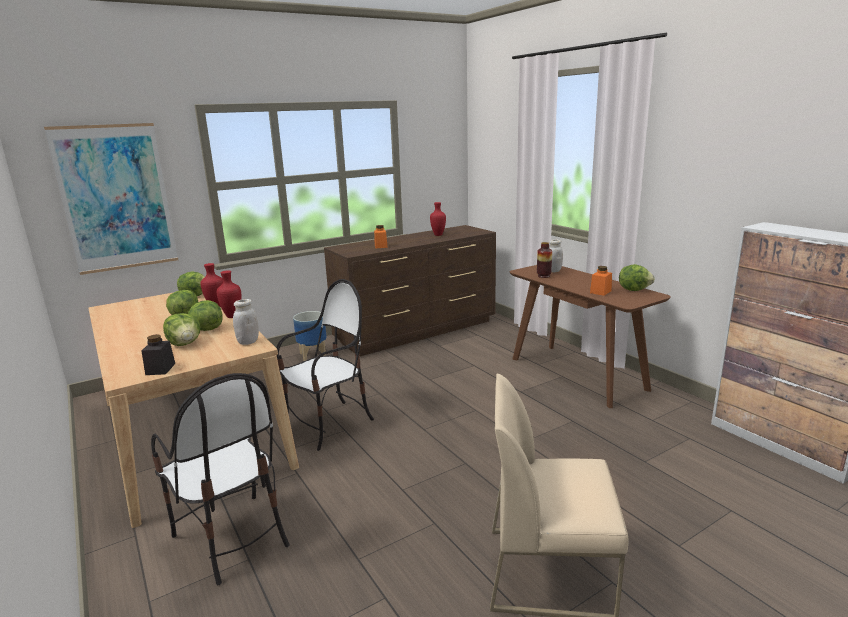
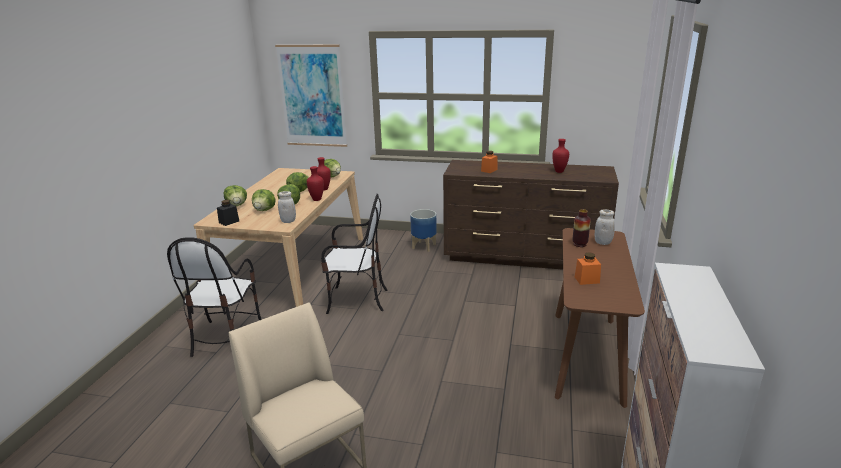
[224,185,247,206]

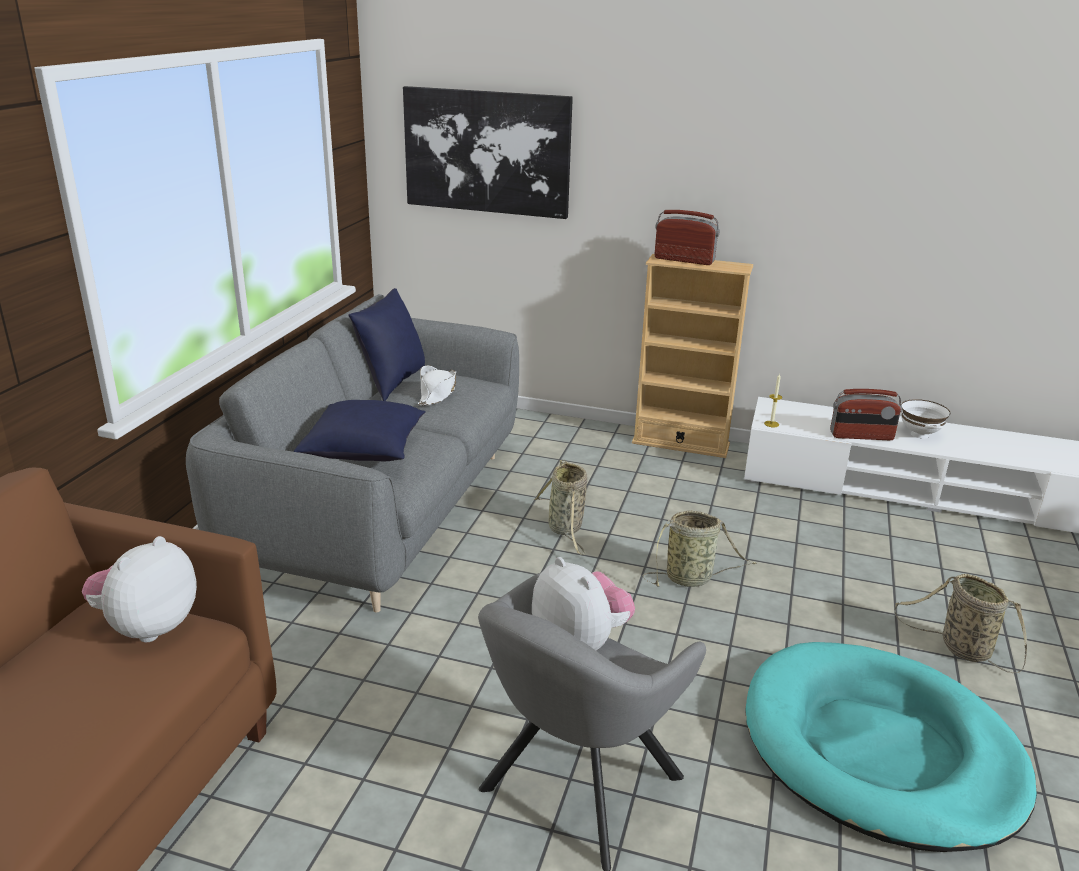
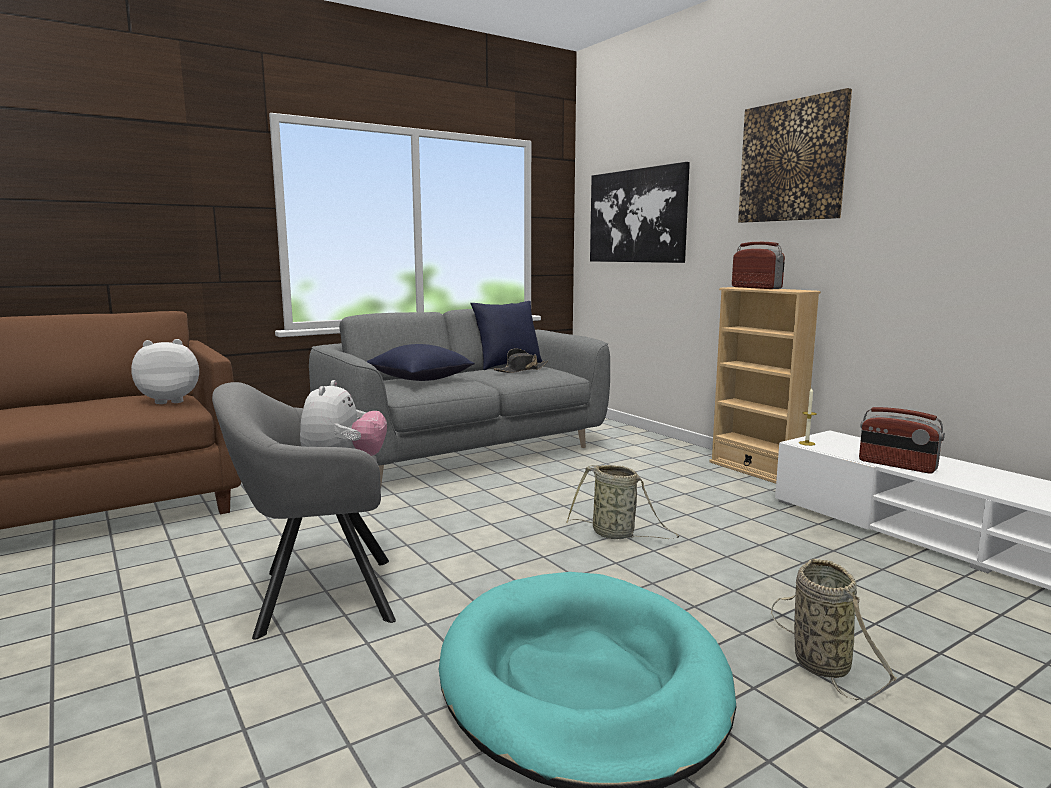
[494,348,548,373]
[534,460,588,555] (first image)
[901,399,950,439] (first image)
[738,88,852,223]

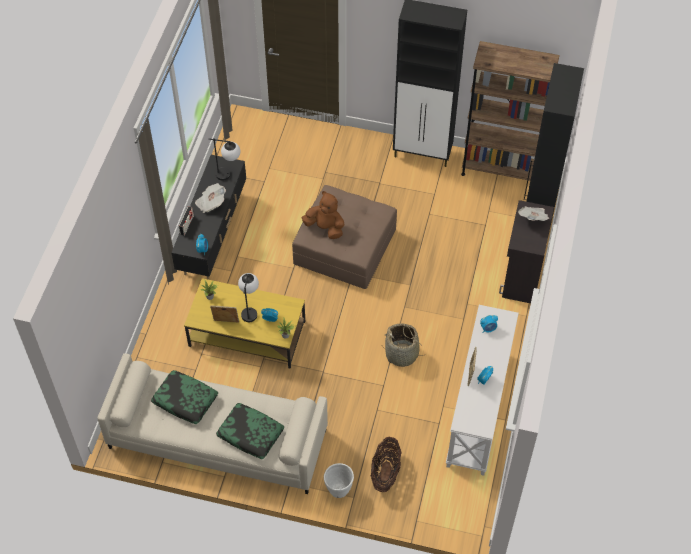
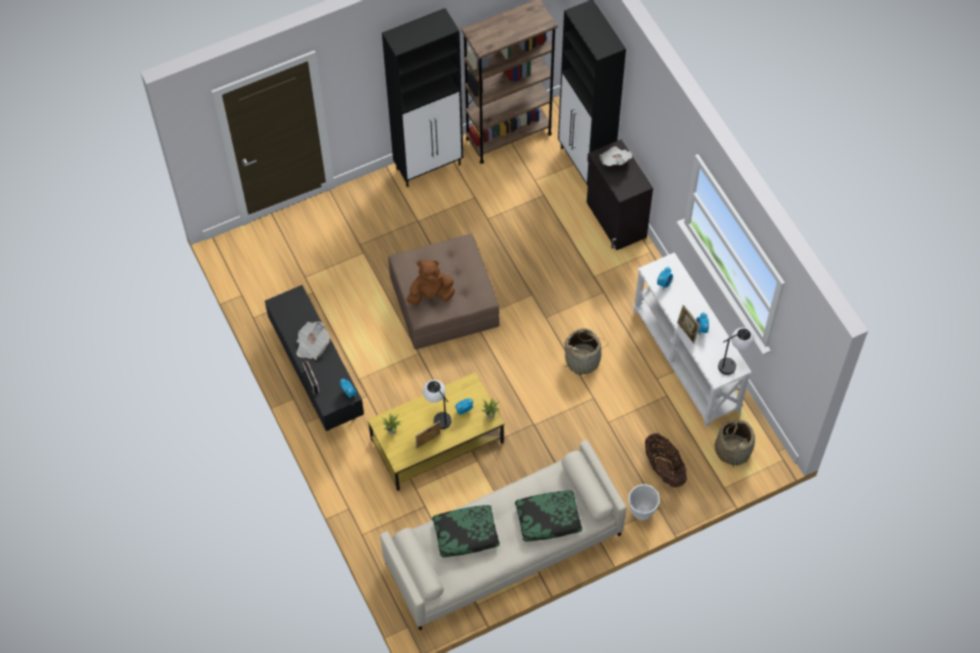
[718,327,754,375]
[714,418,755,468]

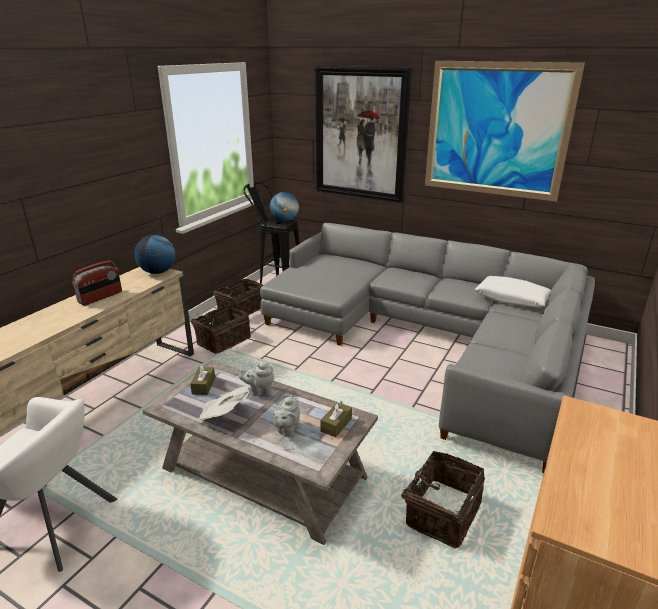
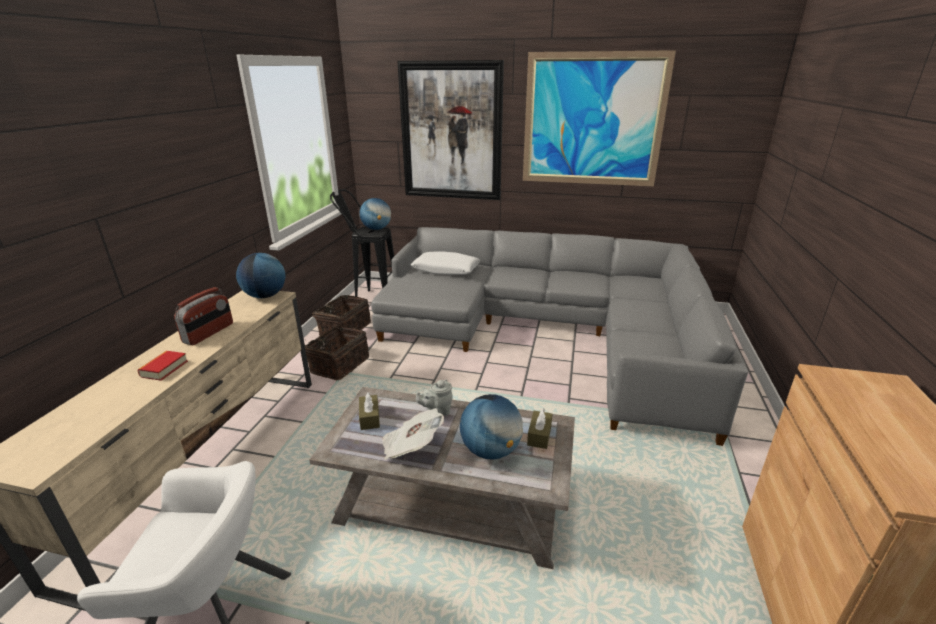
[460,394,523,460]
[401,451,485,548] (first image)
[411,251,480,275]
[137,351,188,381]

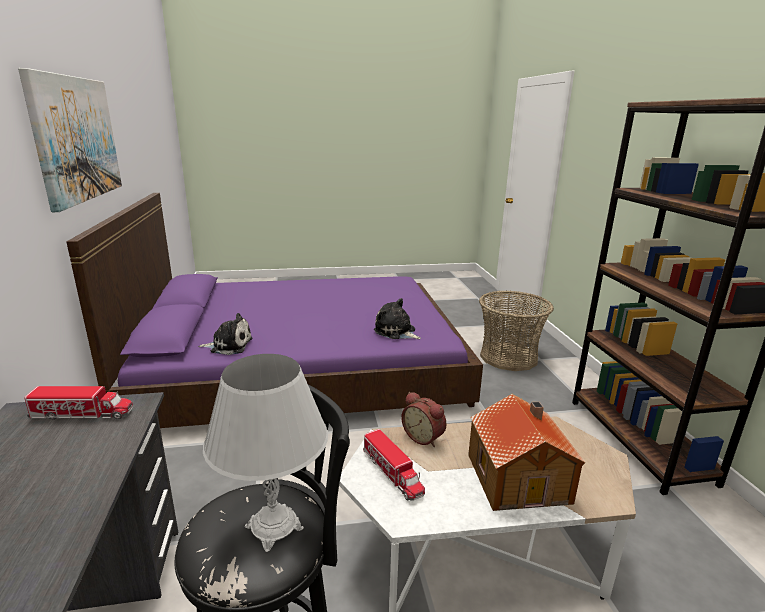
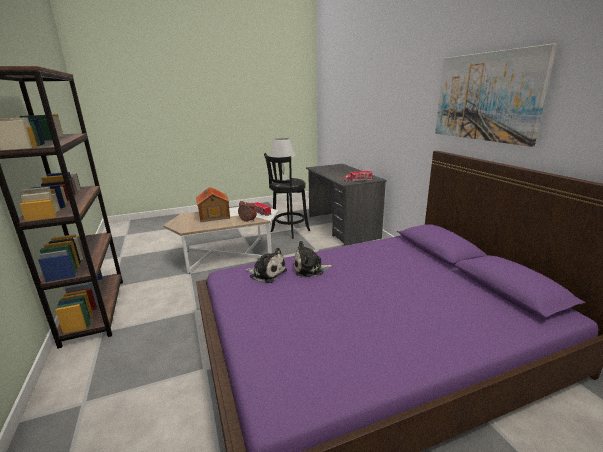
[293,241,333,277]
[479,290,554,371] (first image)

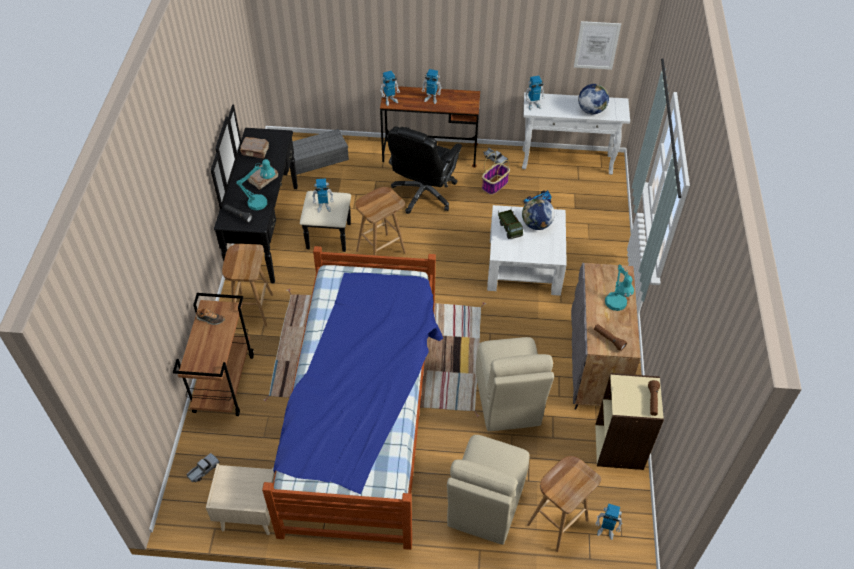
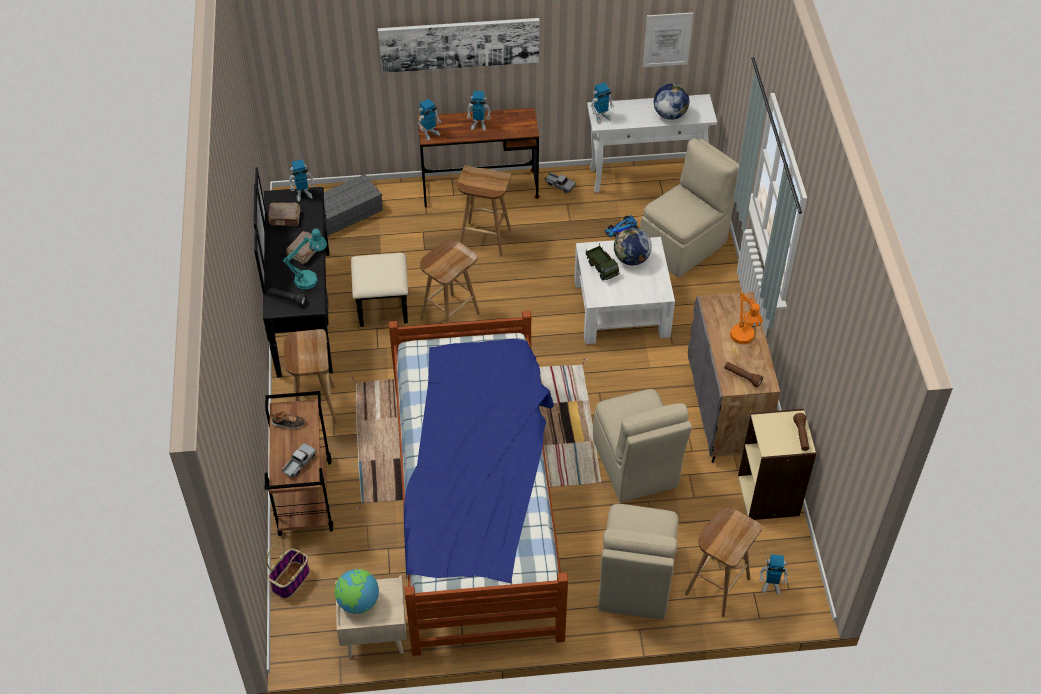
[282,443,316,477]
[289,159,315,202]
[457,165,511,257]
[266,540,310,599]
[730,292,763,344]
[334,569,379,614]
[378,18,539,73]
[640,138,739,277]

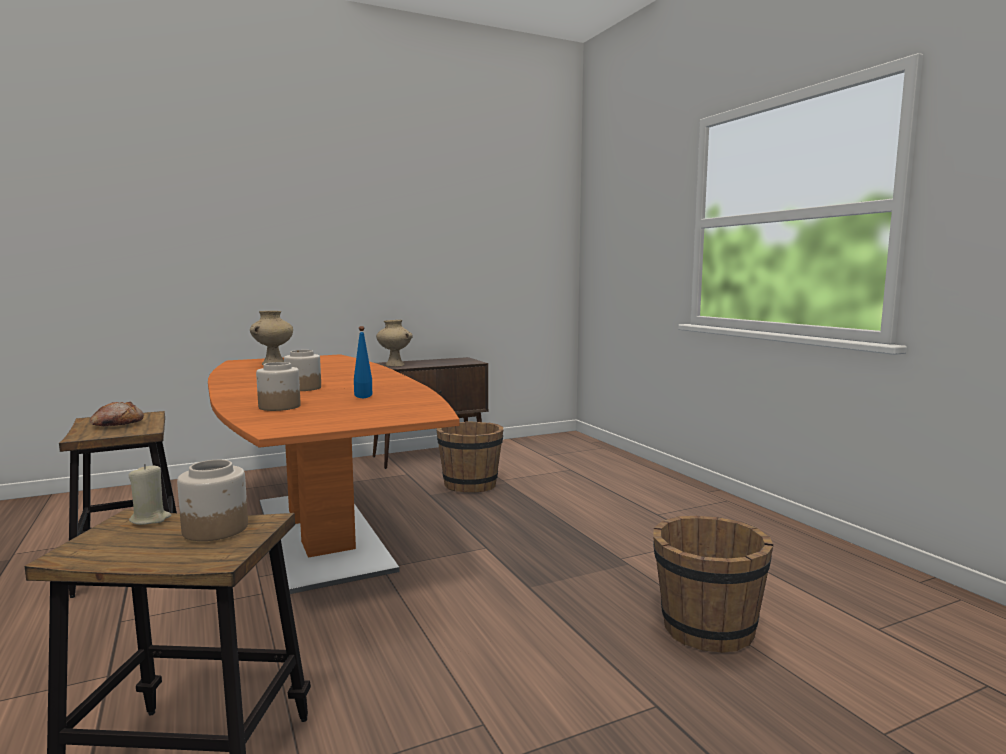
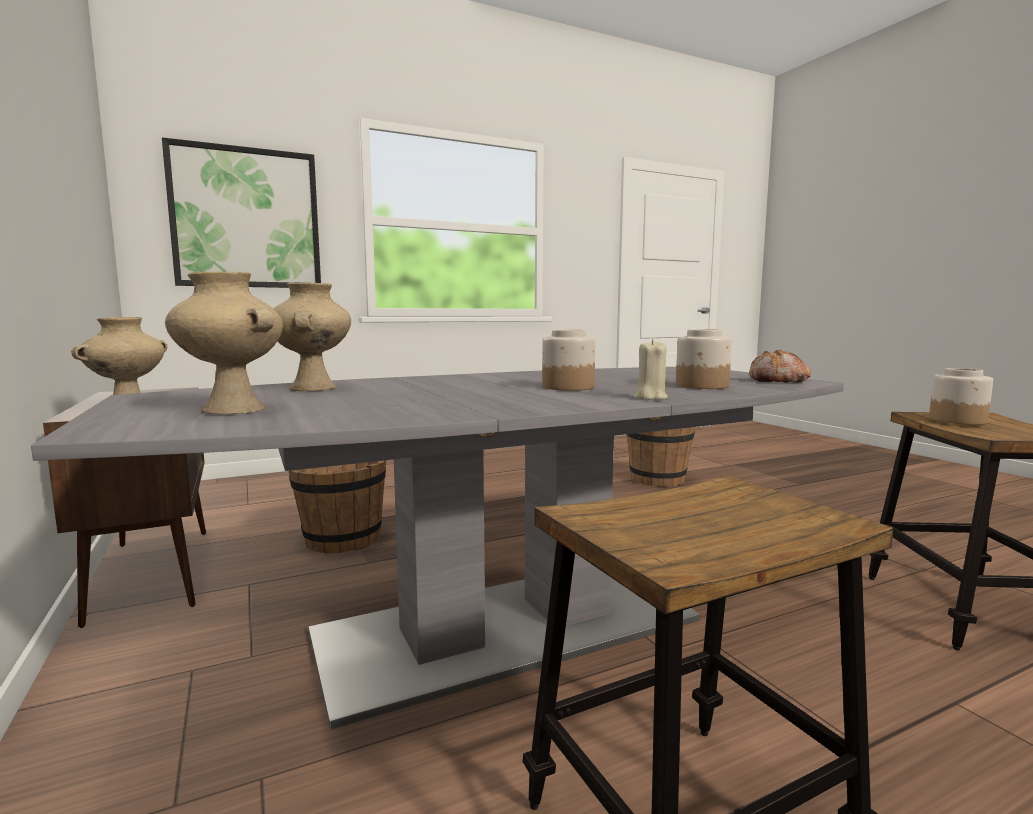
[749,349,811,383]
[634,339,668,400]
[31,367,844,730]
[354,326,372,398] (first image)
[162,137,321,288]
[273,283,351,391]

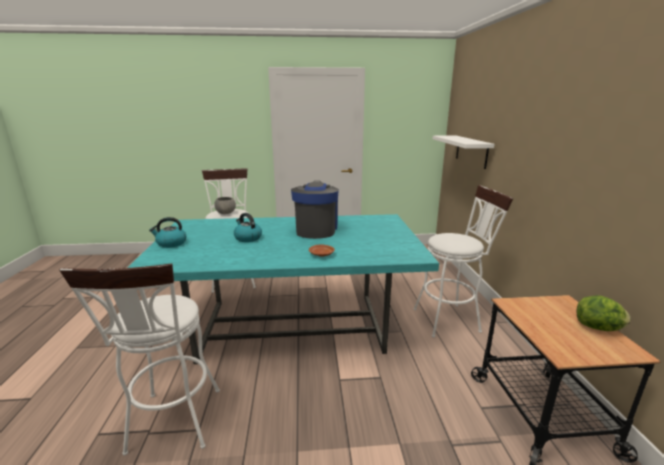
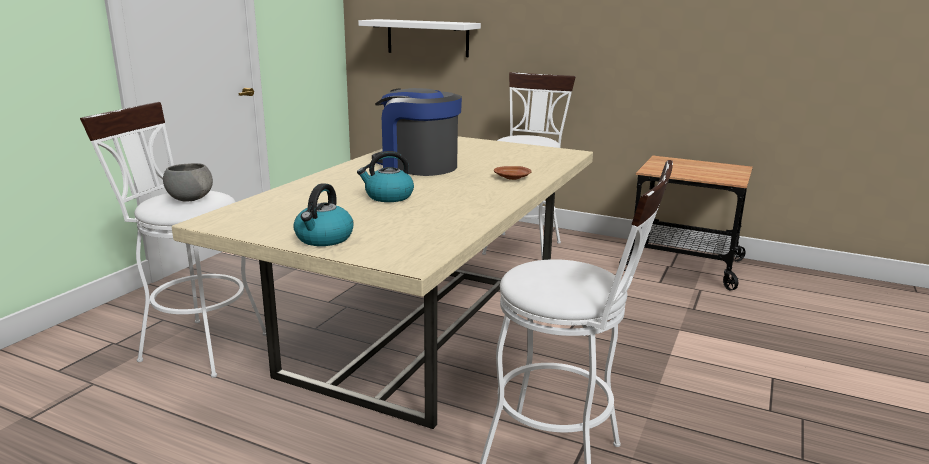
[172,136,593,429]
[577,295,631,331] (first image)

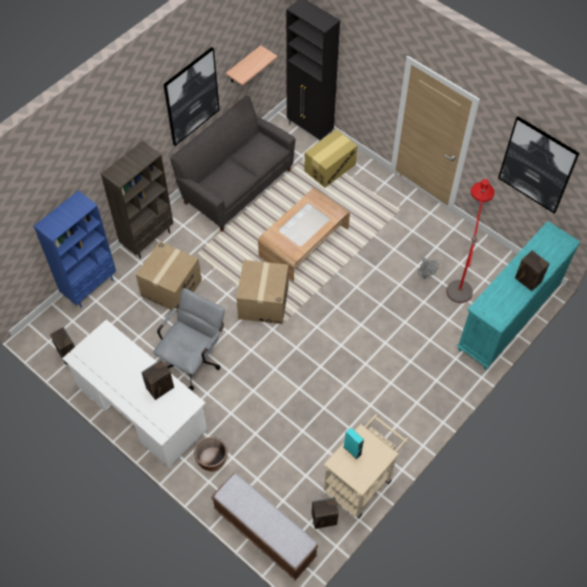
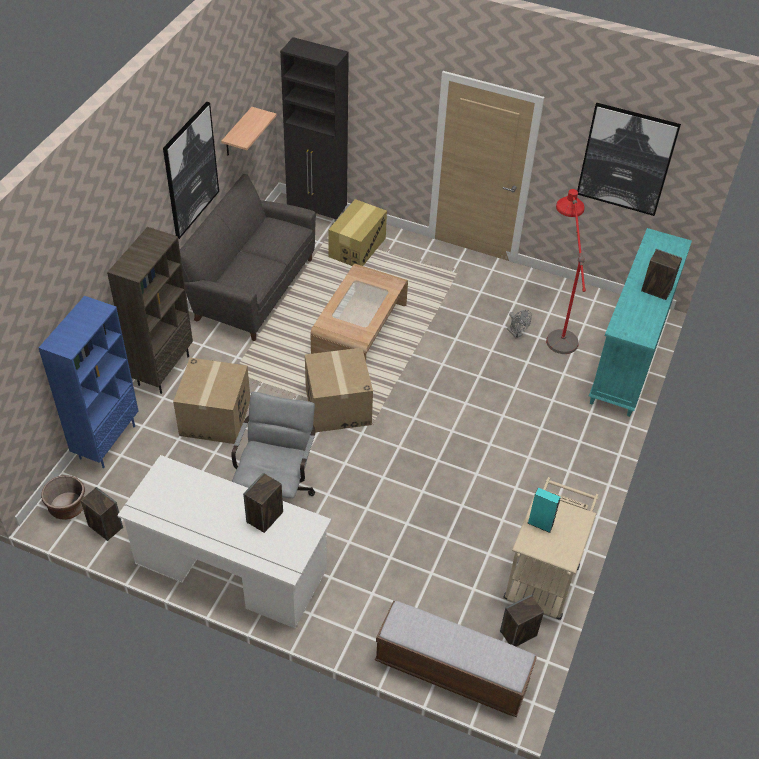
[41,475,85,520]

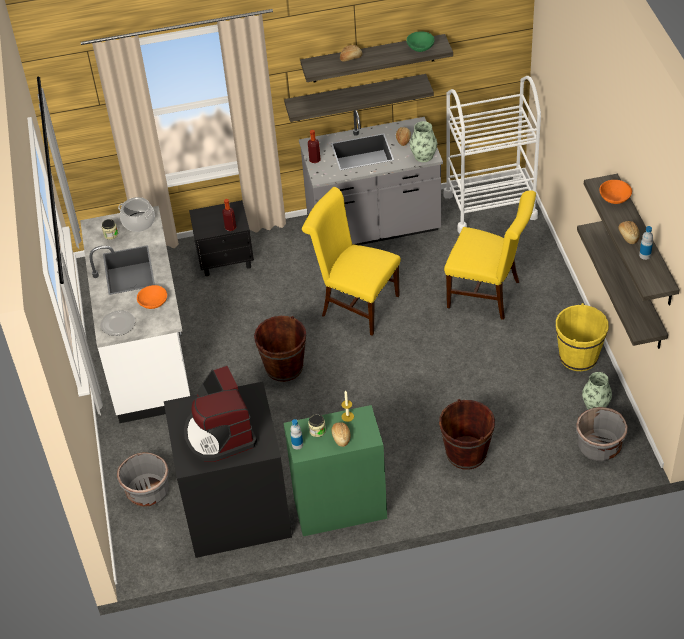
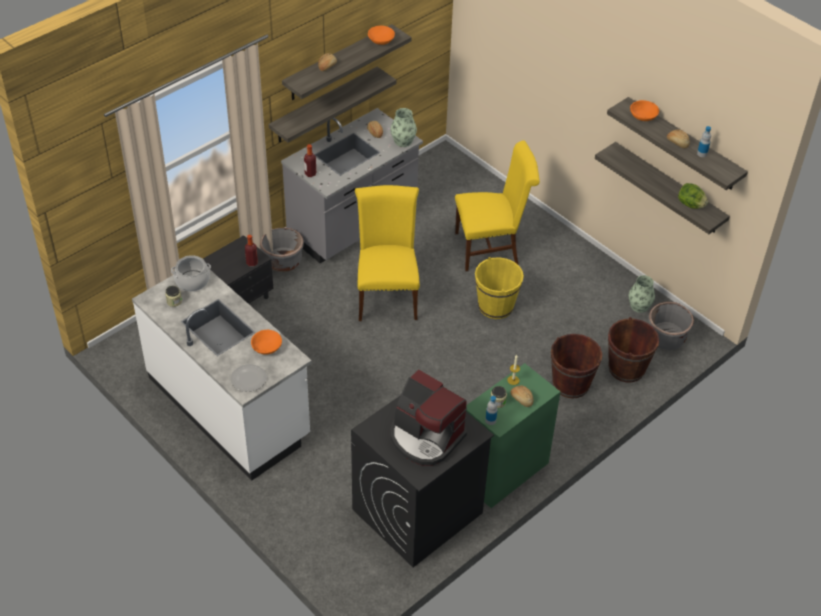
[260,228,304,272]
[608,317,659,382]
[355,185,420,321]
[368,26,395,45]
[443,76,541,233] (first image)
[475,257,524,319]
[678,183,708,209]

